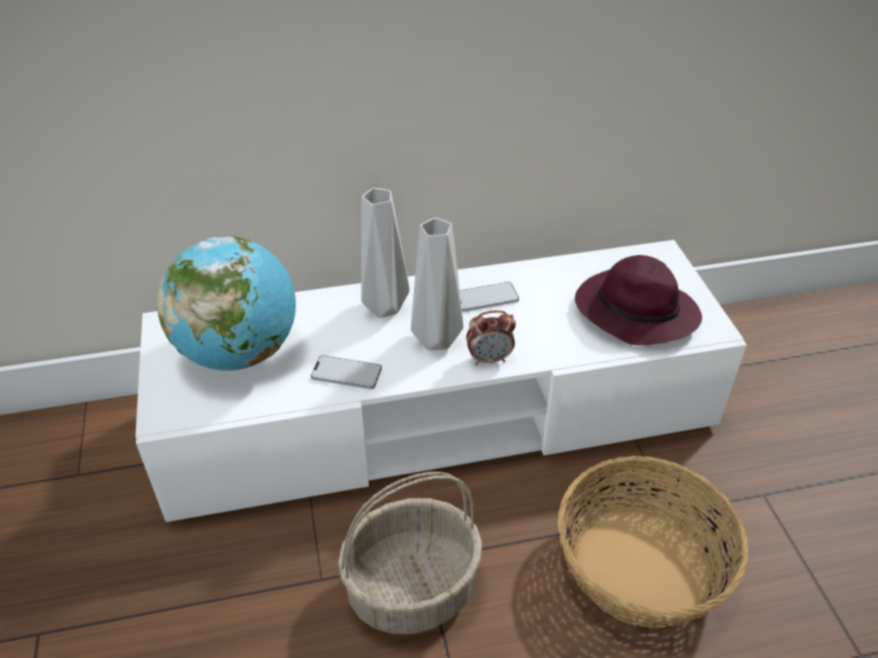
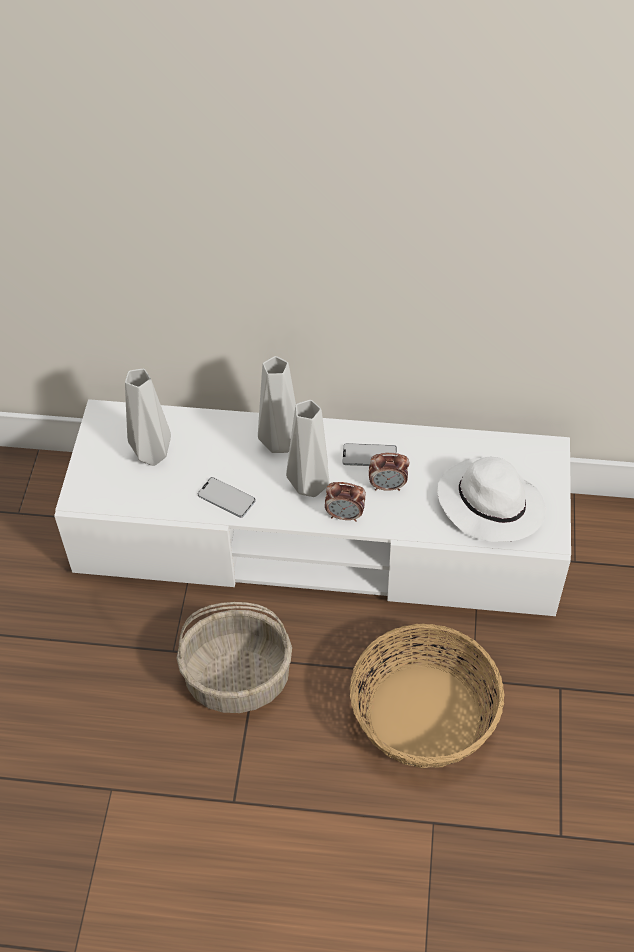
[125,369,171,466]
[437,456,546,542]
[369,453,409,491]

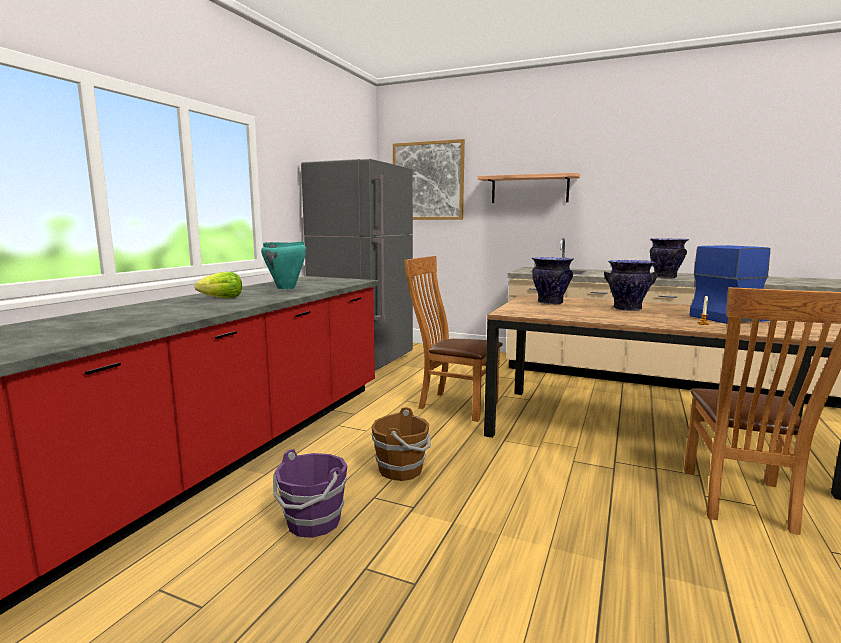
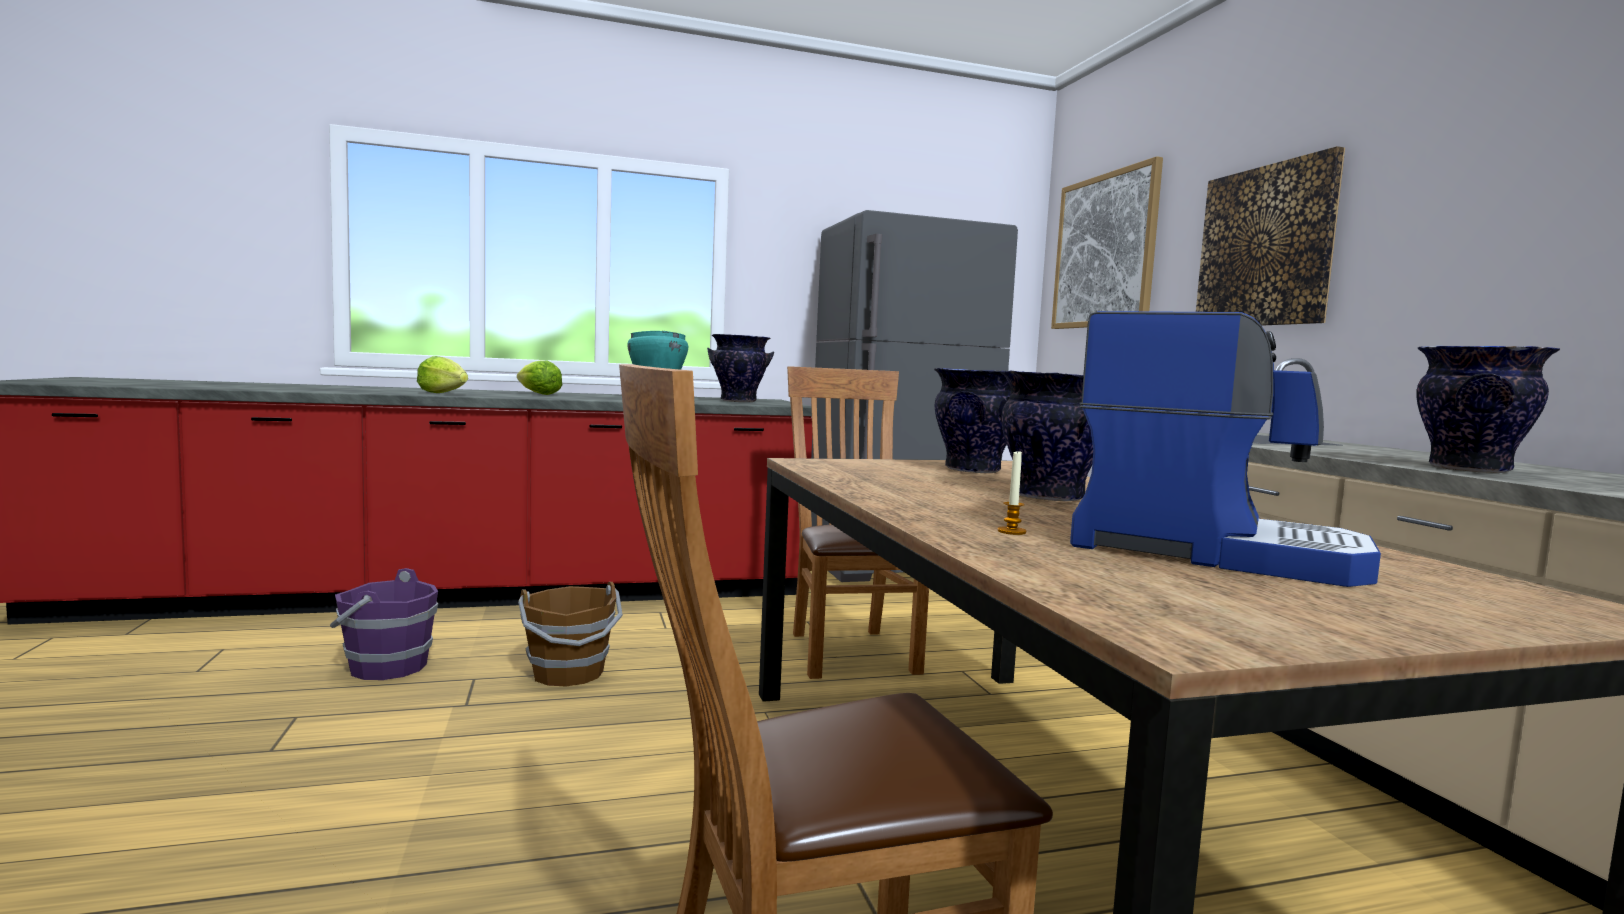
[1196,146,1345,326]
[417,356,468,393]
[707,334,774,402]

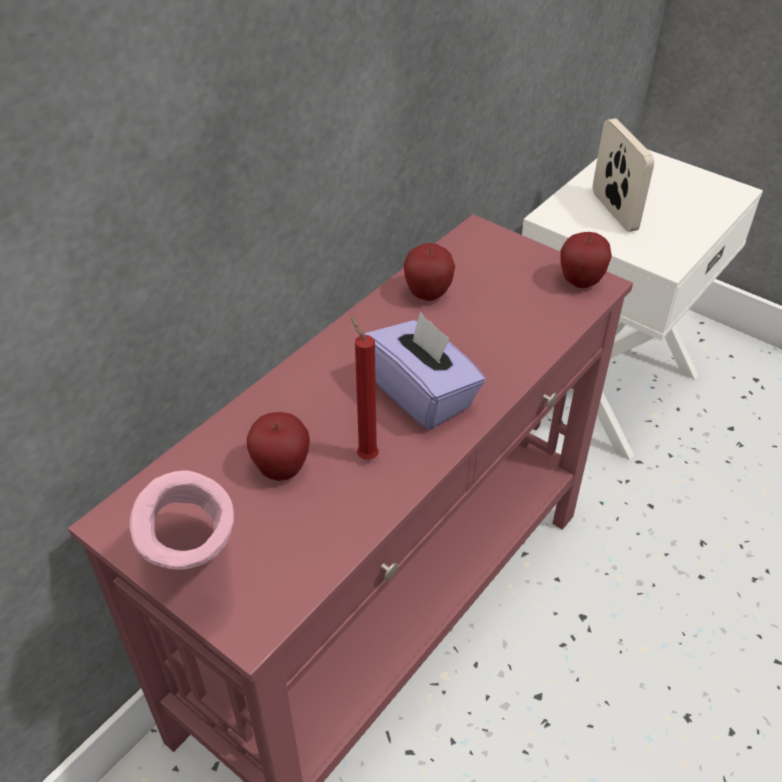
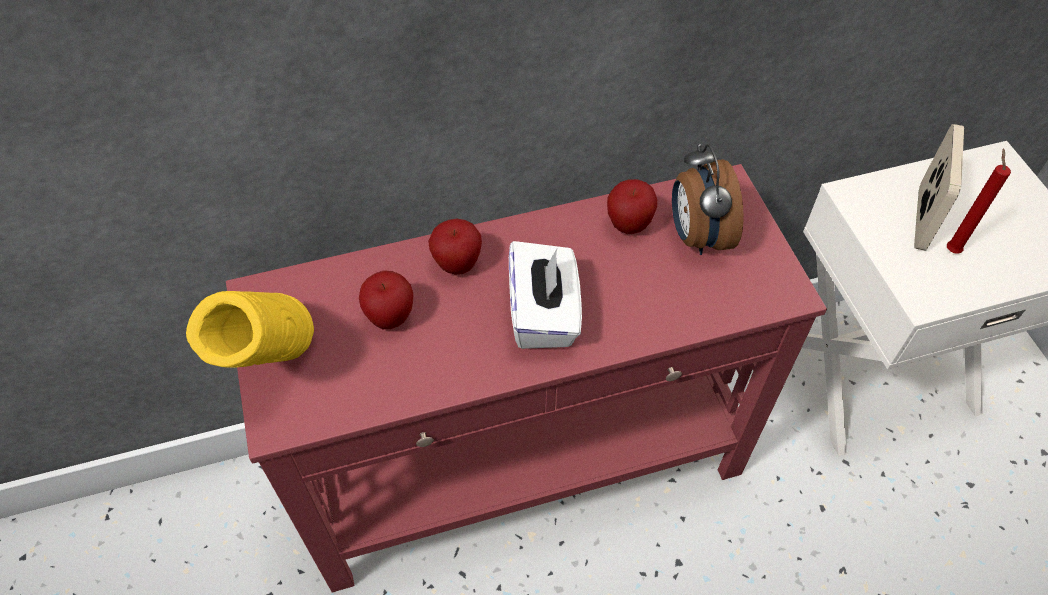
[186,291,314,368]
[947,148,1011,254]
[509,241,582,349]
[428,219,482,274]
[672,144,744,255]

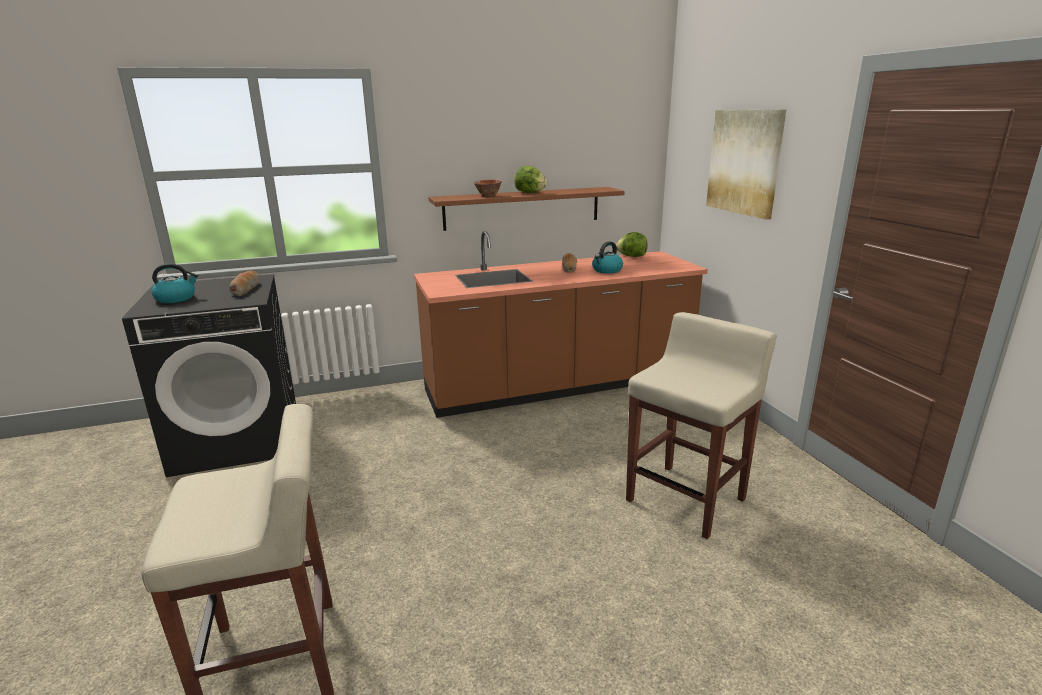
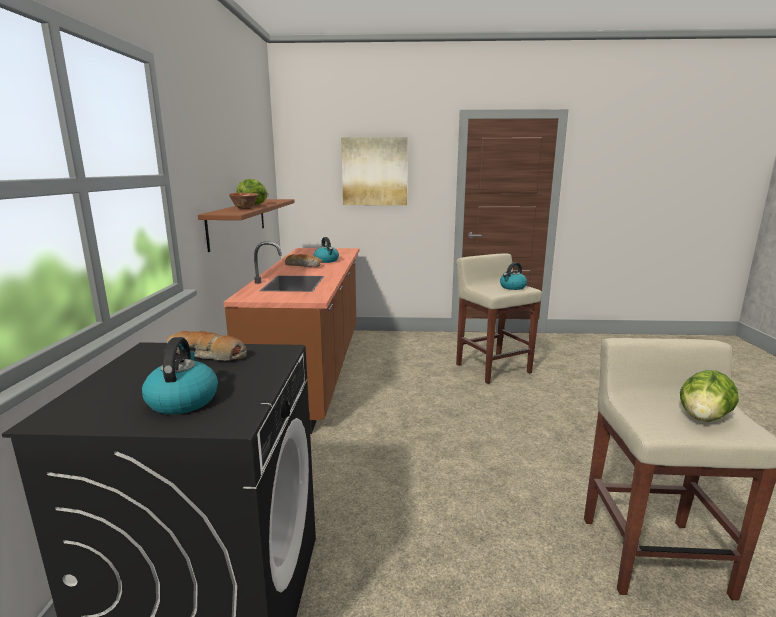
[680,370,739,422]
[500,262,527,290]

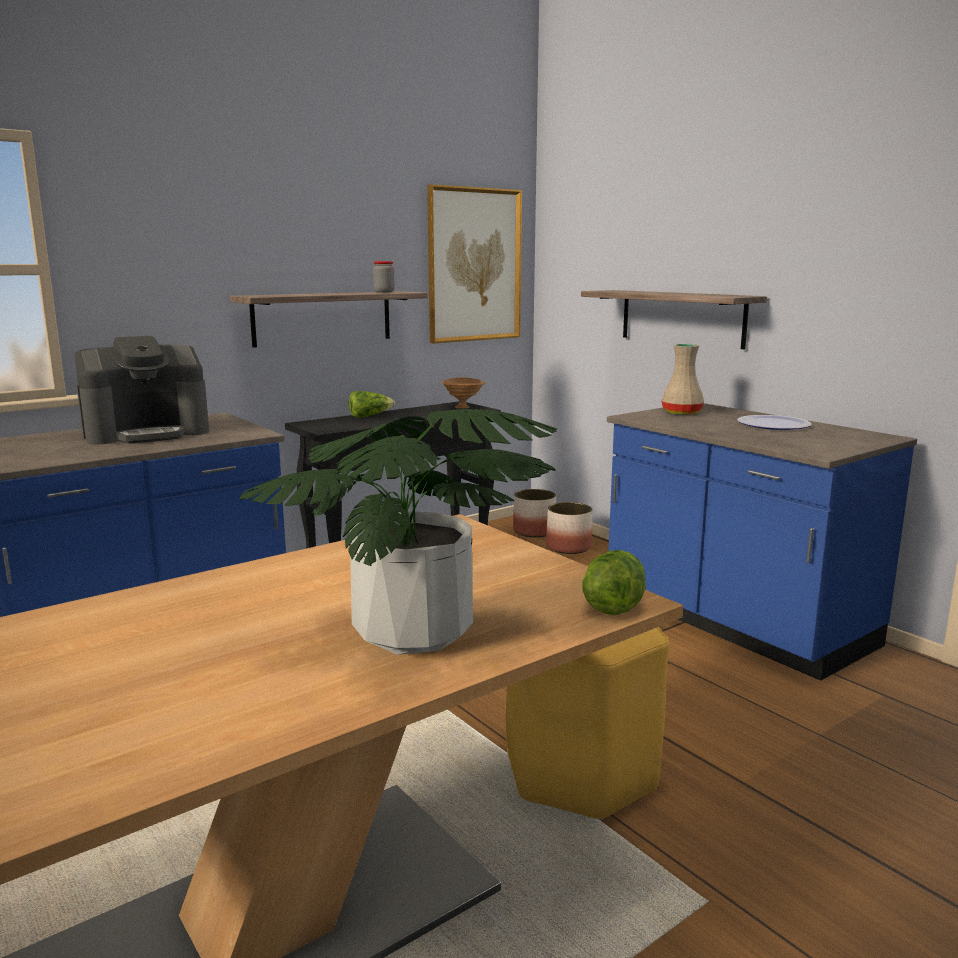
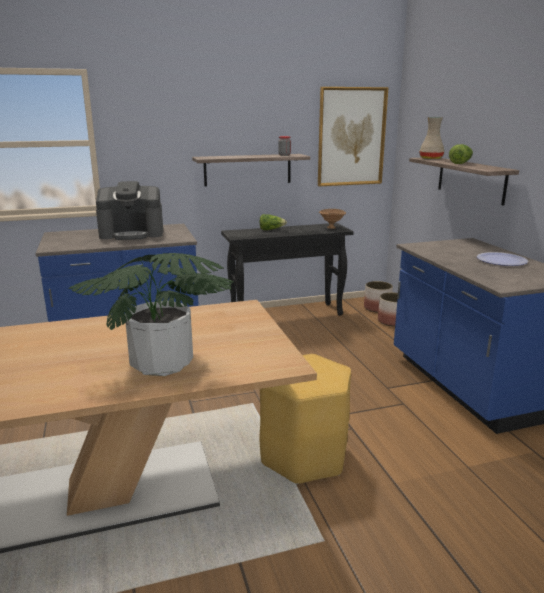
[449,144,473,164]
[419,117,445,159]

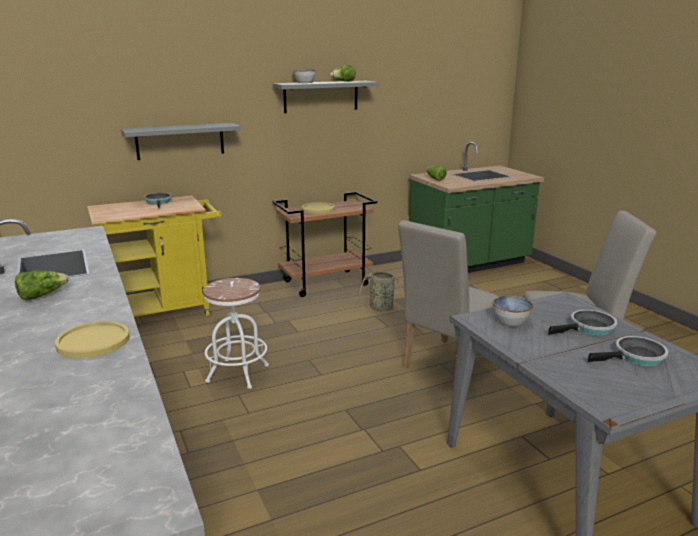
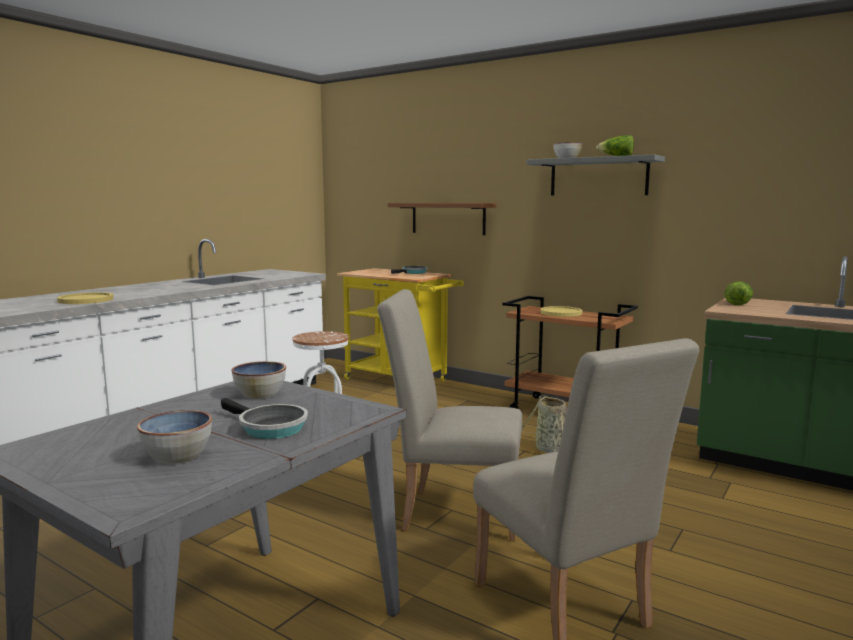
[15,271,69,300] (first image)
[388,203,496,235]
[137,410,212,464]

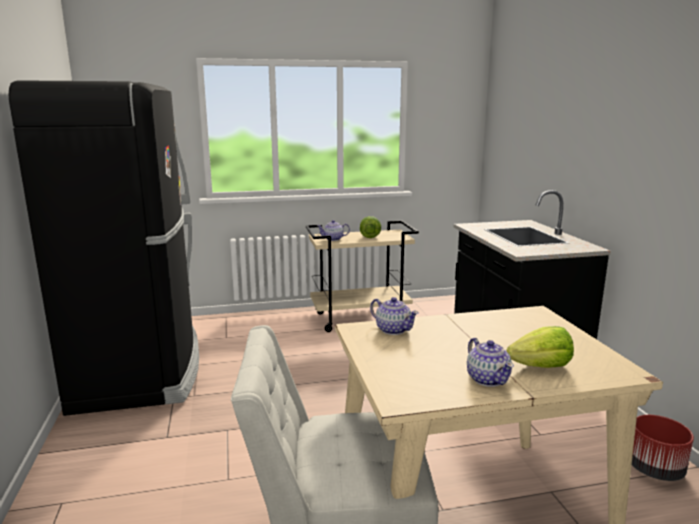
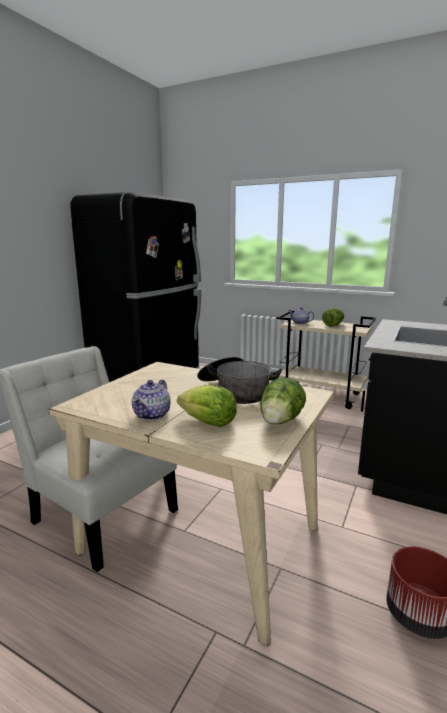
[370,297,419,335] (first image)
[197,357,282,404]
[260,377,306,424]

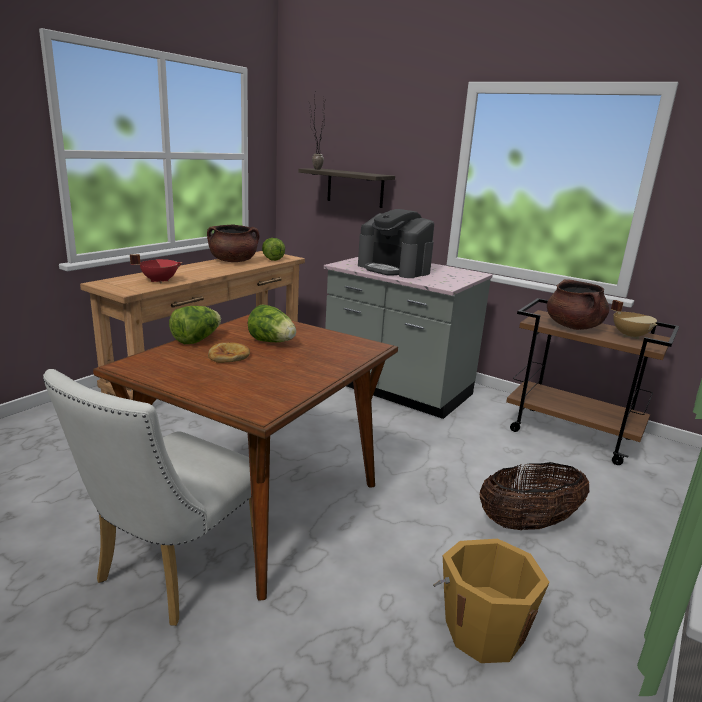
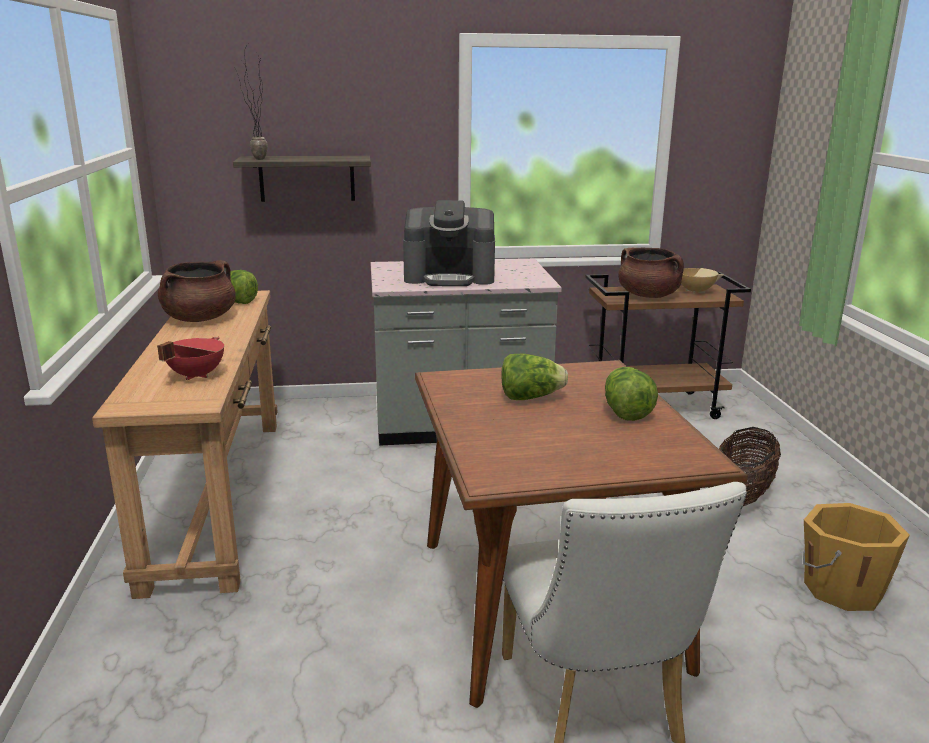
[605,367,658,421]
[208,342,250,363] (first image)

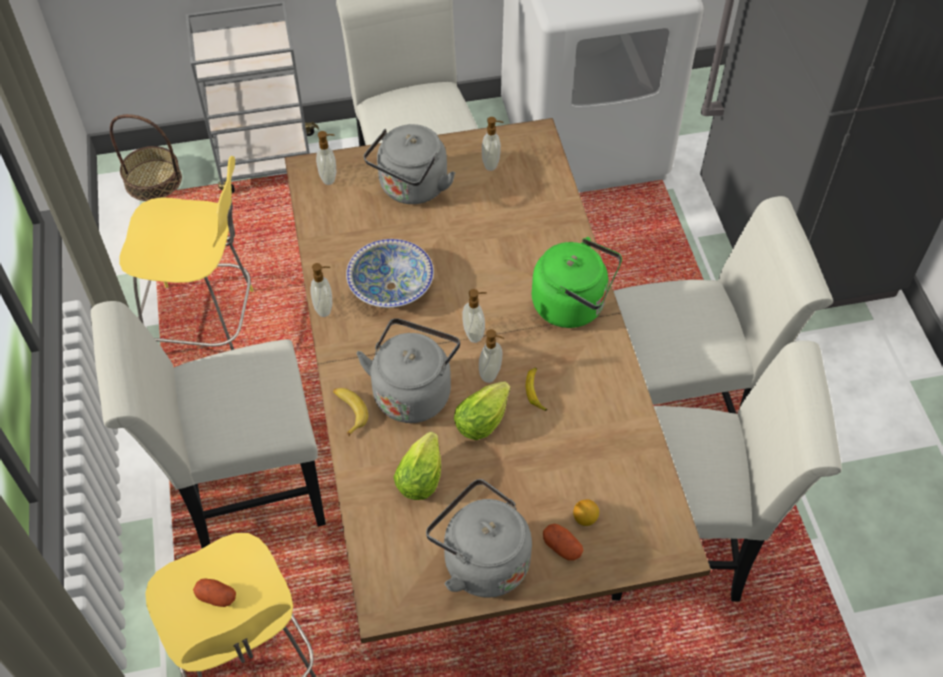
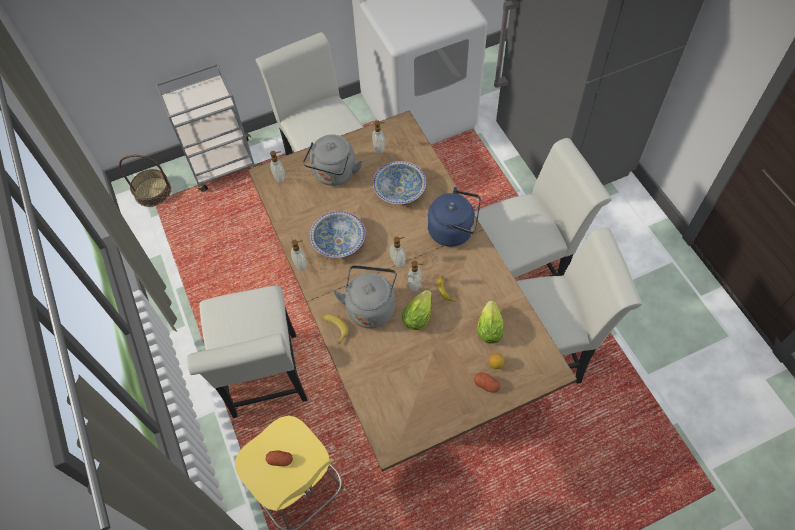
[187,286,307,418]
[119,156,254,350] (first image)
[477,300,504,344]
[426,479,532,598] (first image)
[427,187,481,247]
[373,161,426,204]

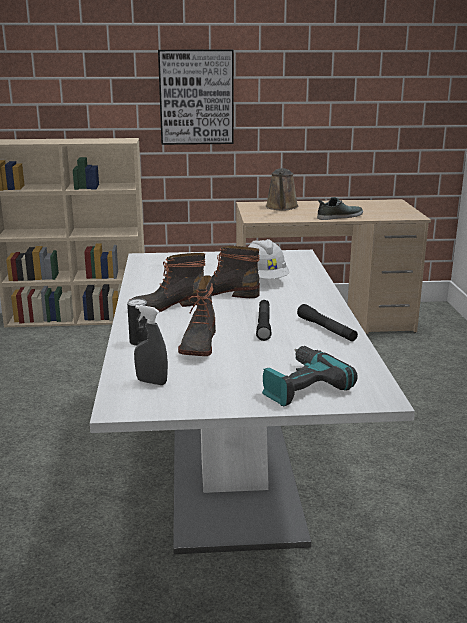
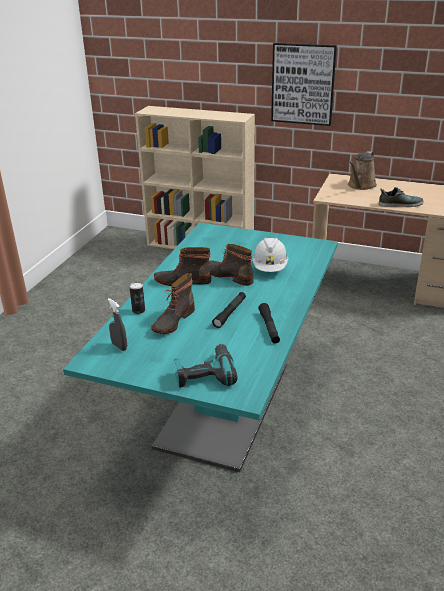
[63,223,338,472]

